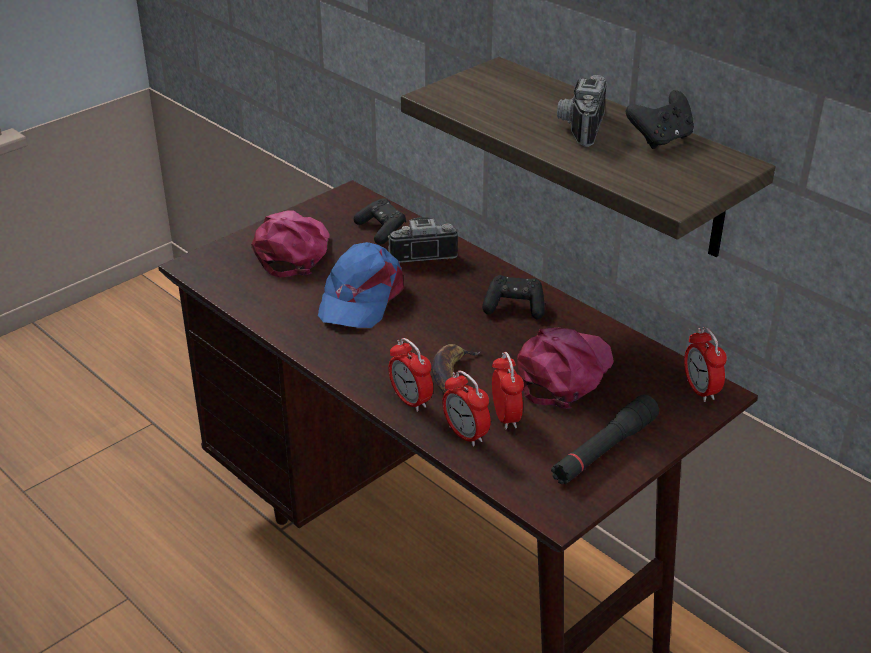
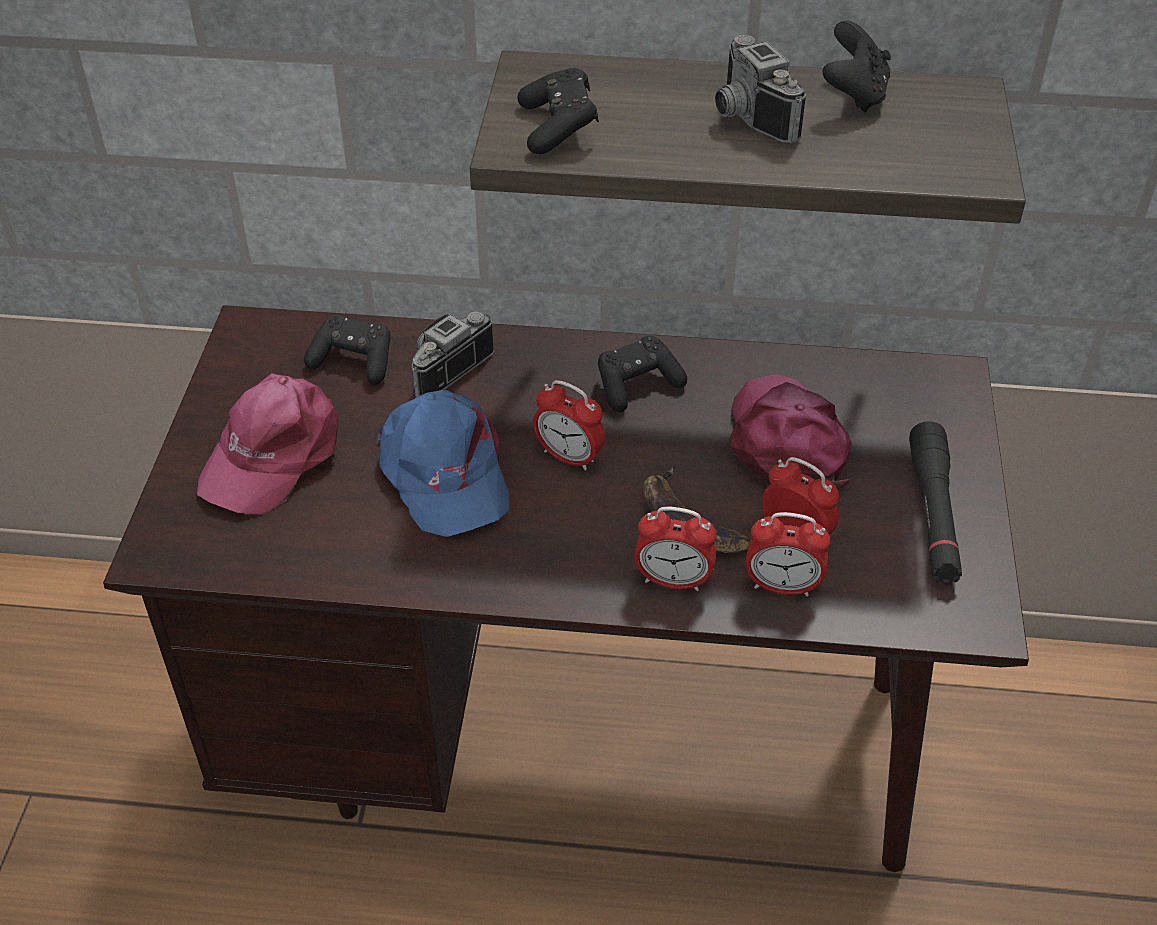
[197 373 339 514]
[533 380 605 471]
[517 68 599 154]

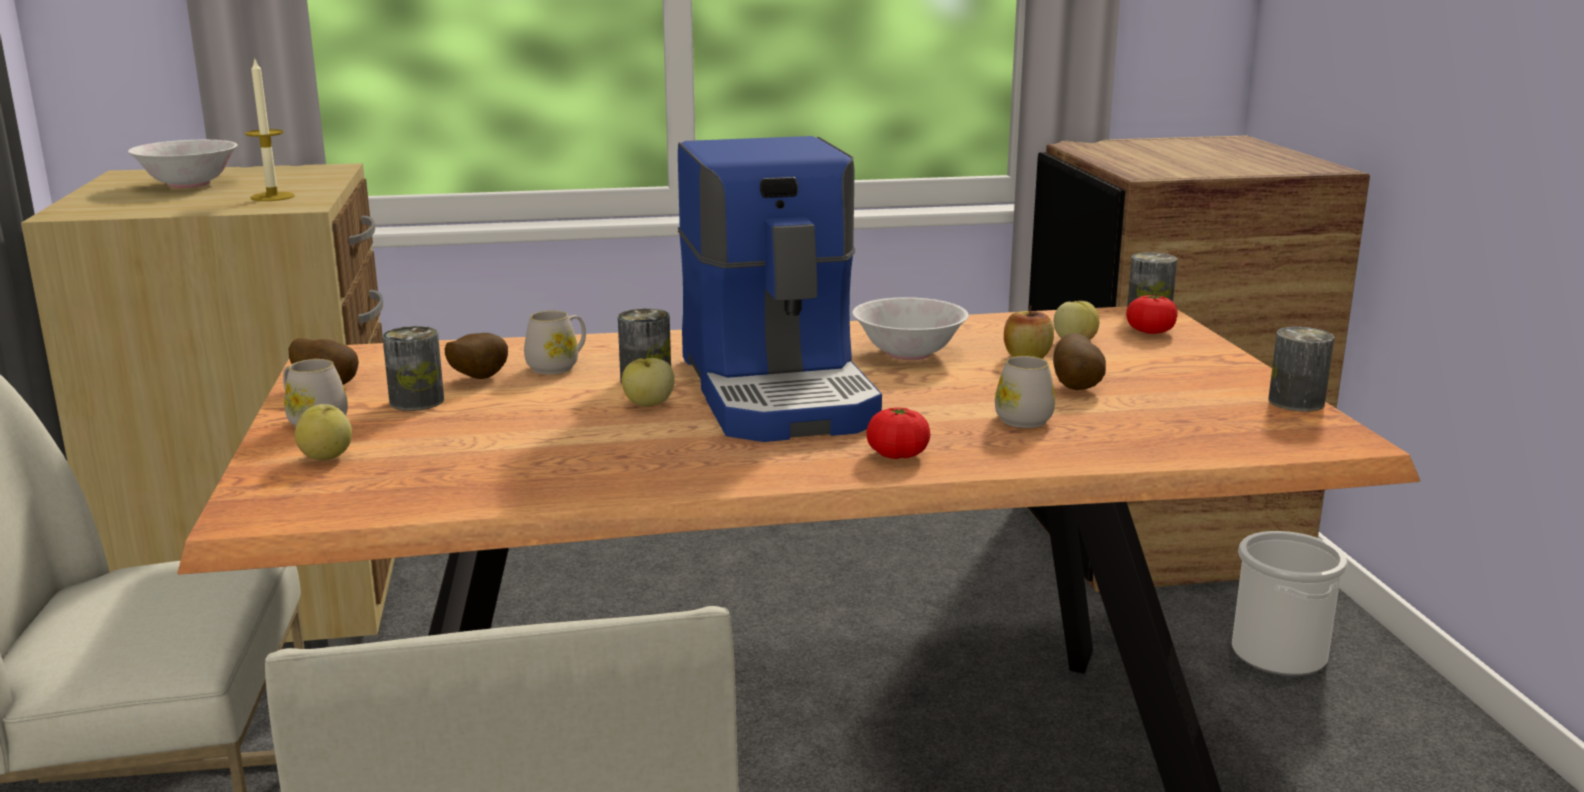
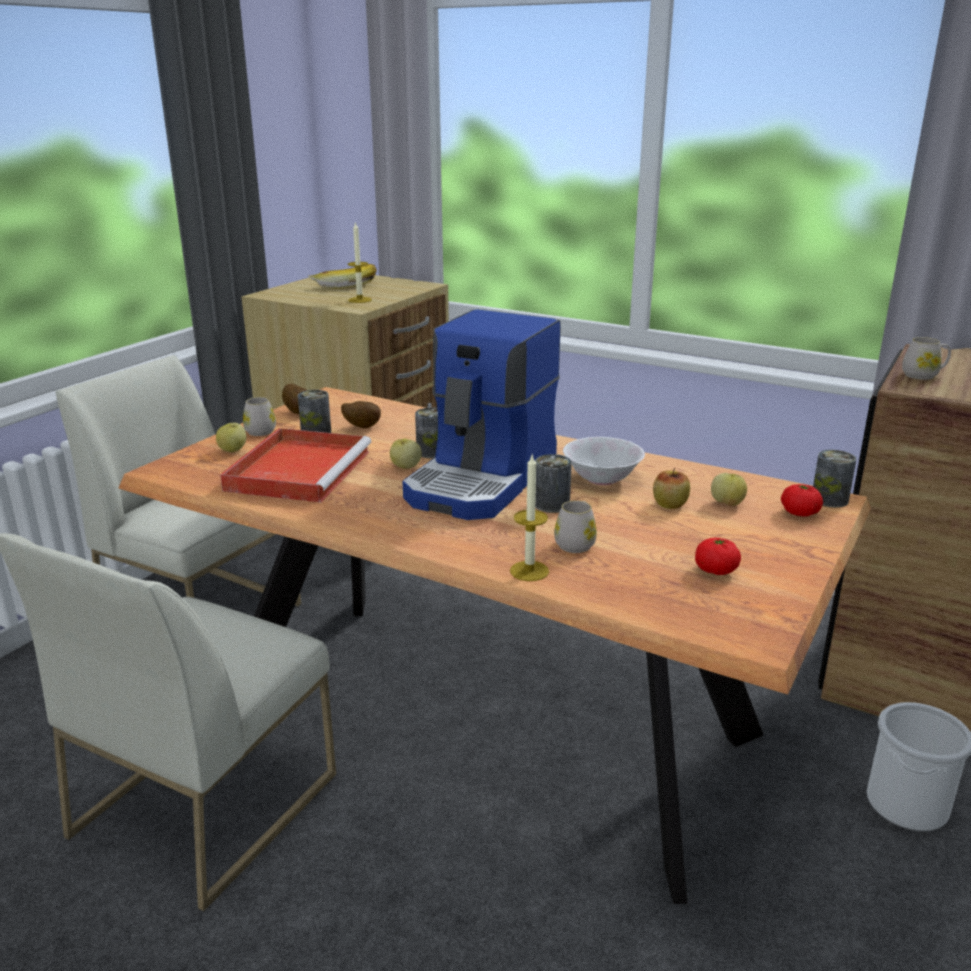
[308 264 377 289]
[902 337 951 380]
[695 538 741 575]
[1053 333 1106 390] (first image)
[535 454 572 513]
[220 428 371 503]
[510 455 549 581]

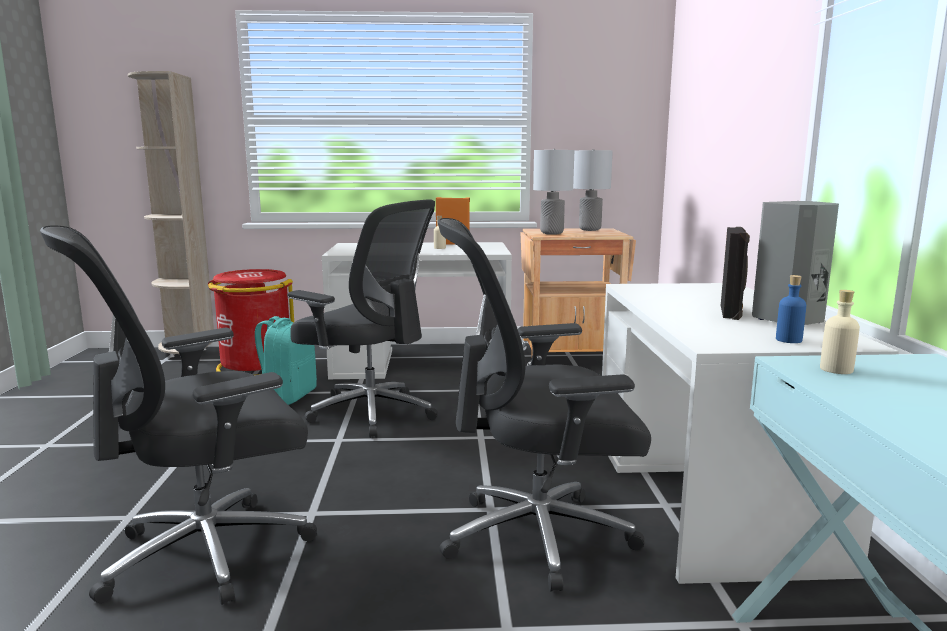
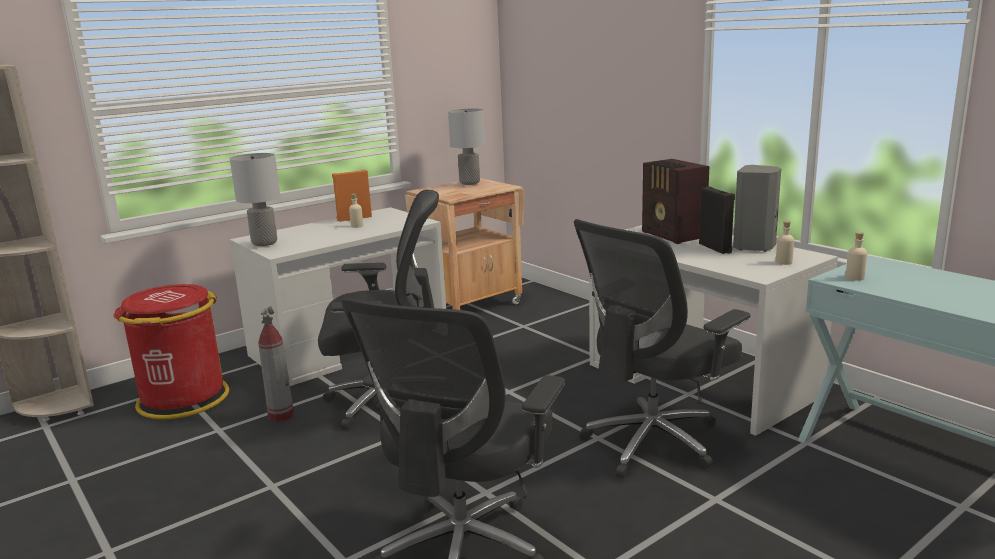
[258 306 294 422]
[230 153 281 246]
[776 221 794 265]
[642 159 709 244]

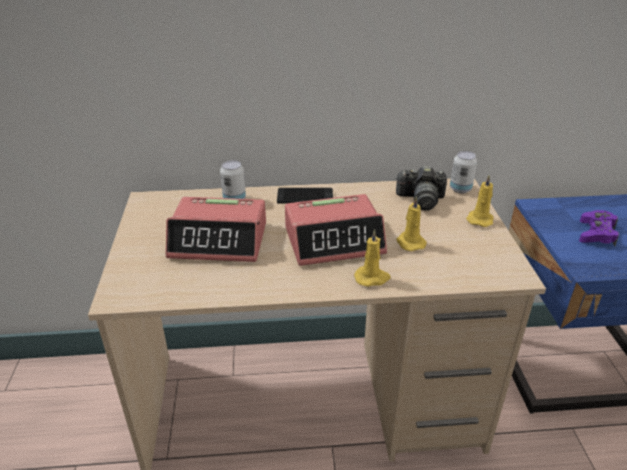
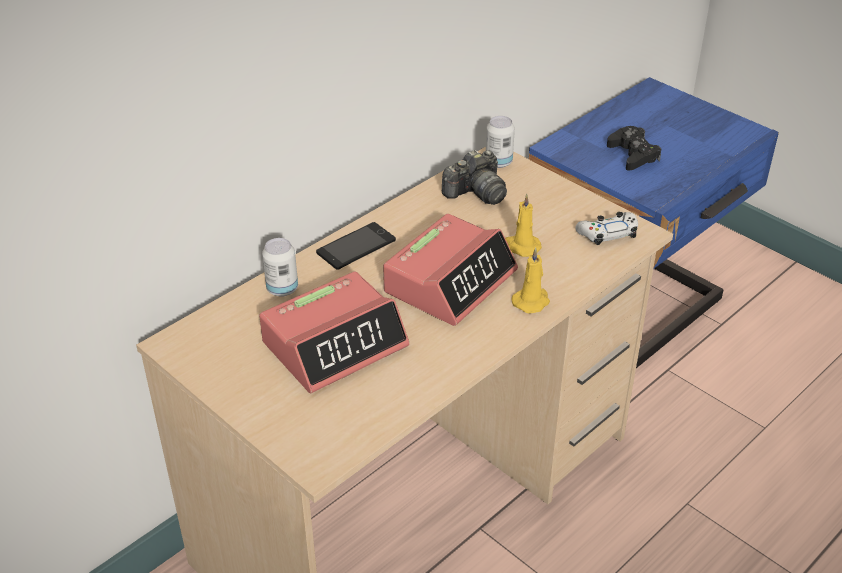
[466 175 494 227] (first image)
[607 126 661 171]
[575 212 638 245]

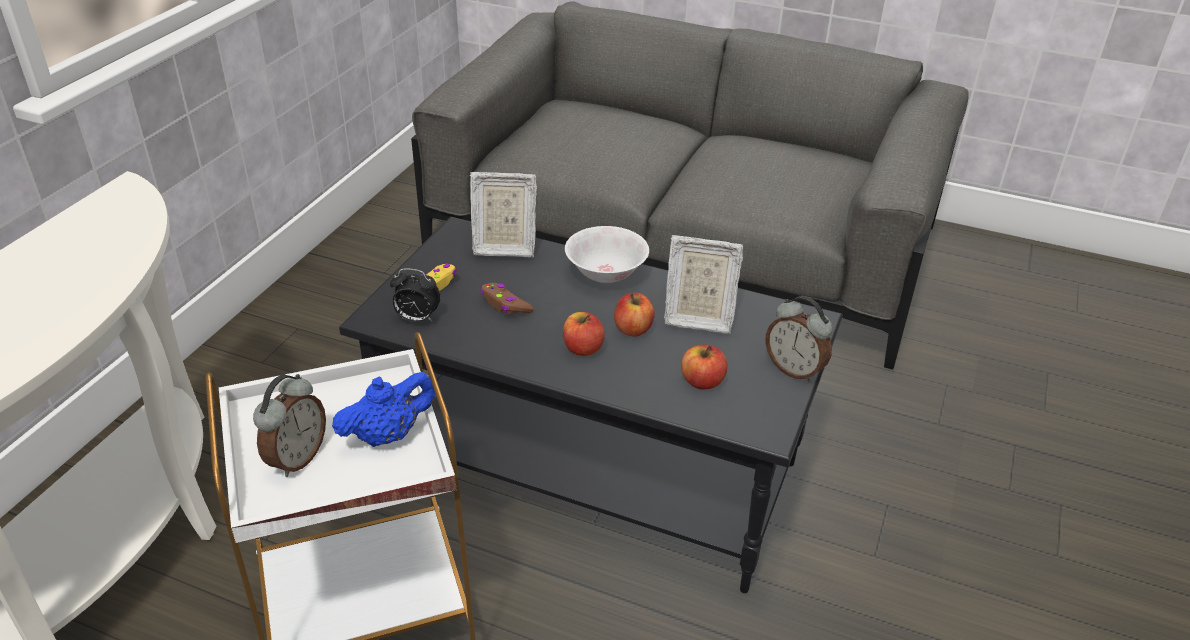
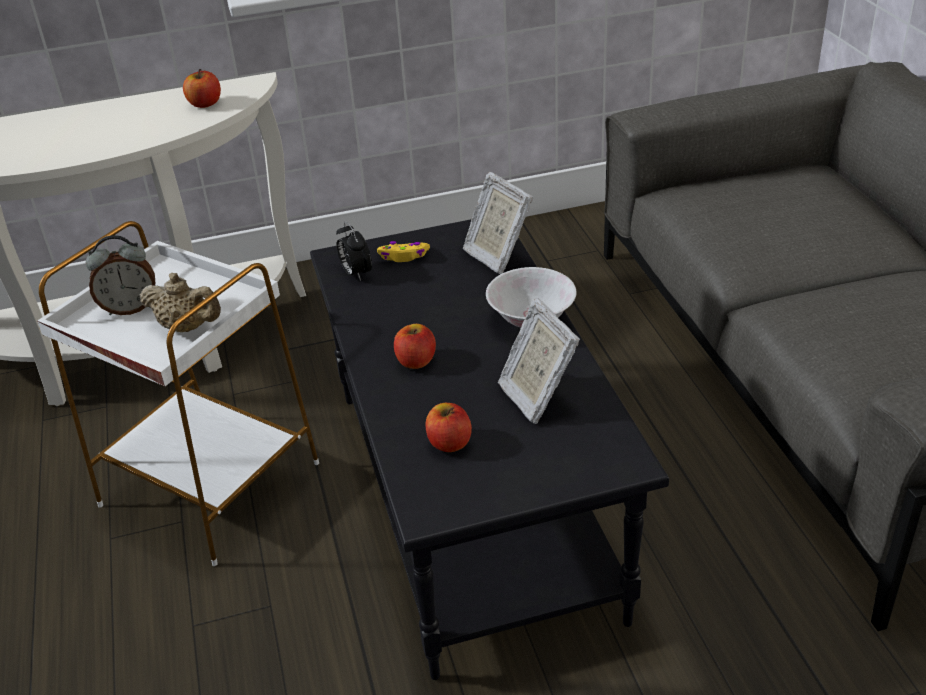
[140 273 221 332]
[480 283 534 314] (first image)
[183 69 221 108]
[765 296 833 382] (first image)

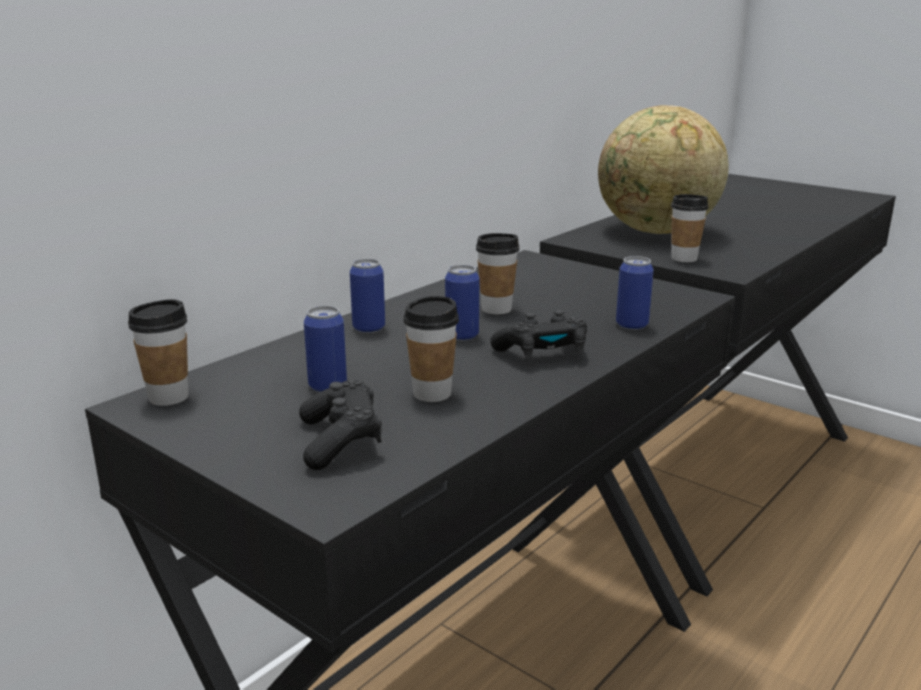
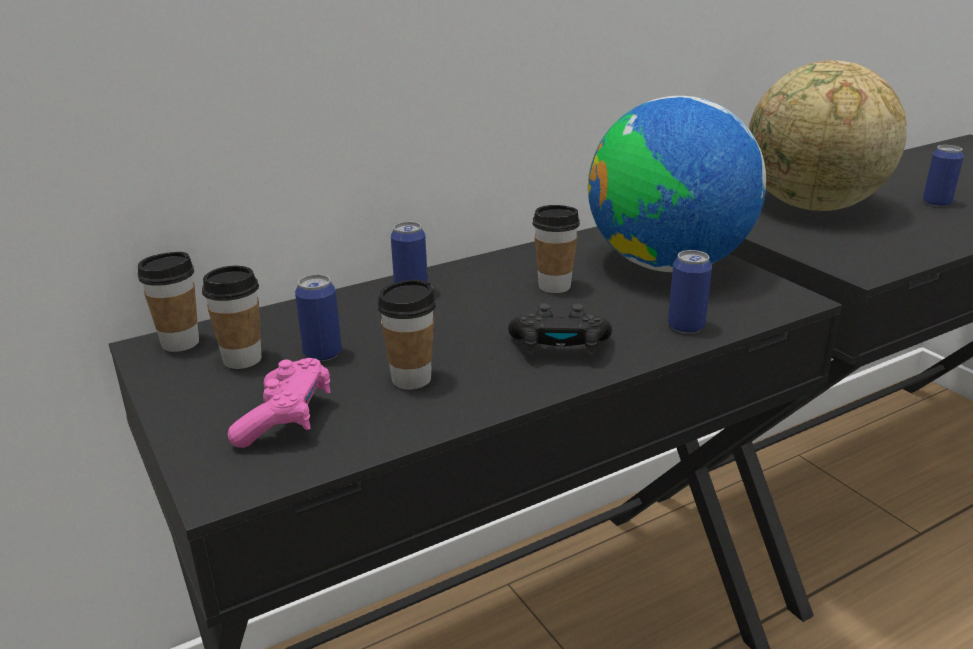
[228 358 330 448]
[923 145 964 207]
[202 266 262 369]
[588 96 766 272]

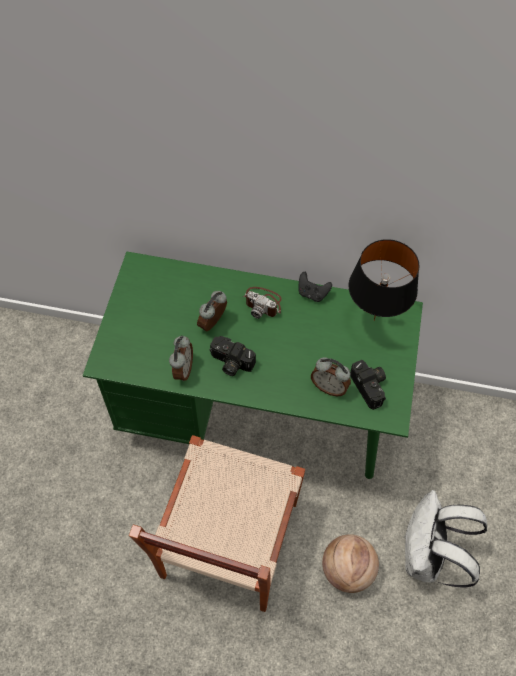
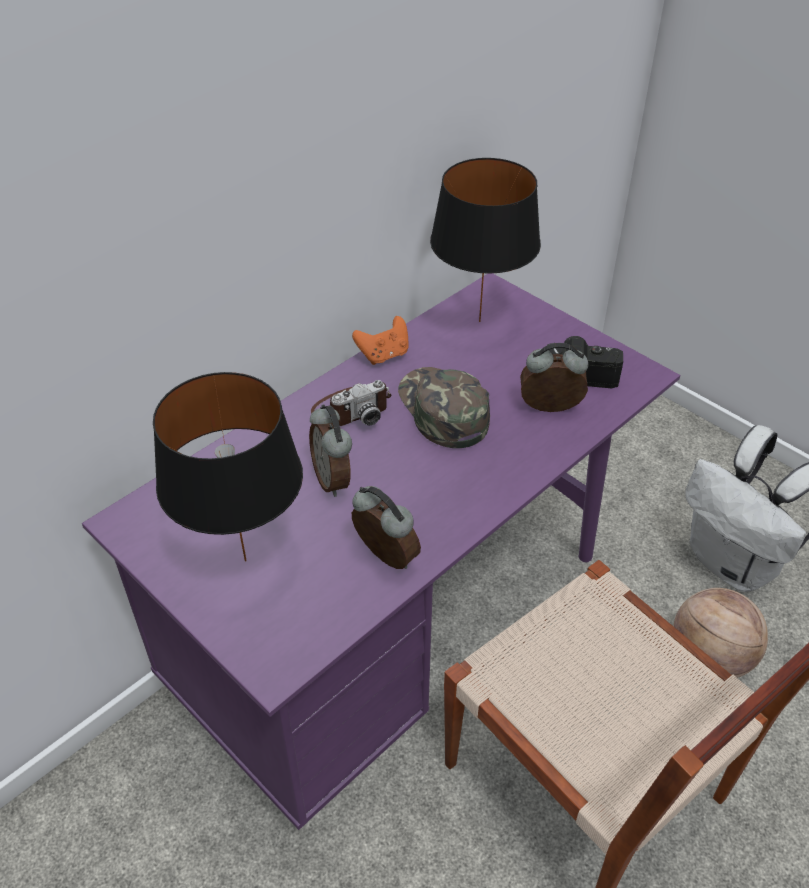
[82 273 680 830]
[210 336 256 376] (first image)
[352 316 409 365]
[520 343 588 412]
[153 372 303 561]
[398 367 490 448]

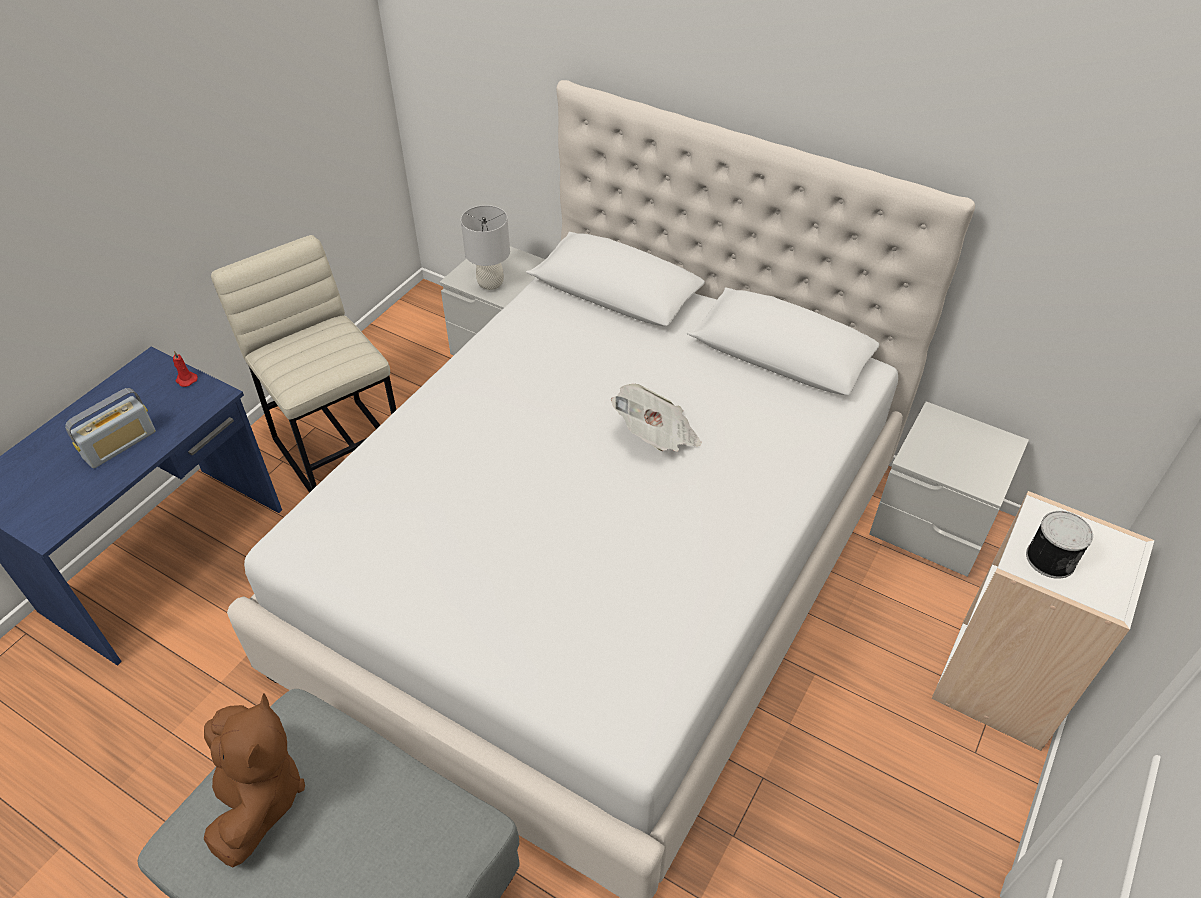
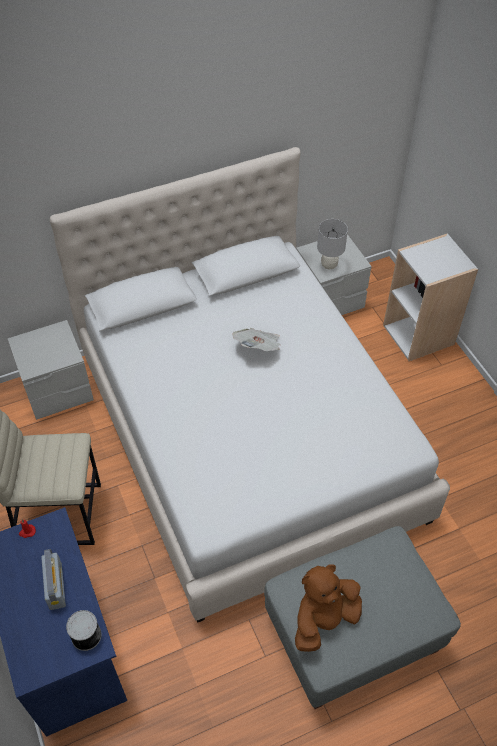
[295 564 362 652]
[317 219 348 269]
[66 610 102 651]

